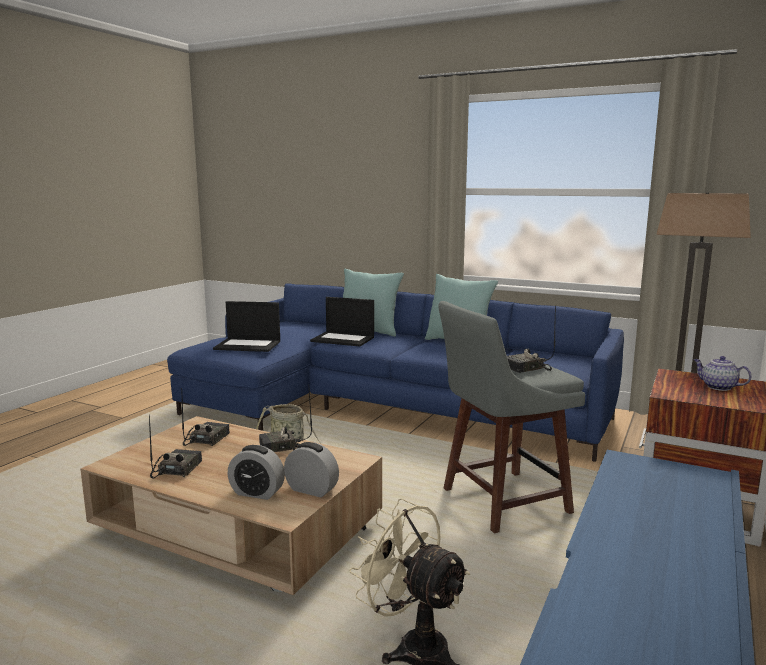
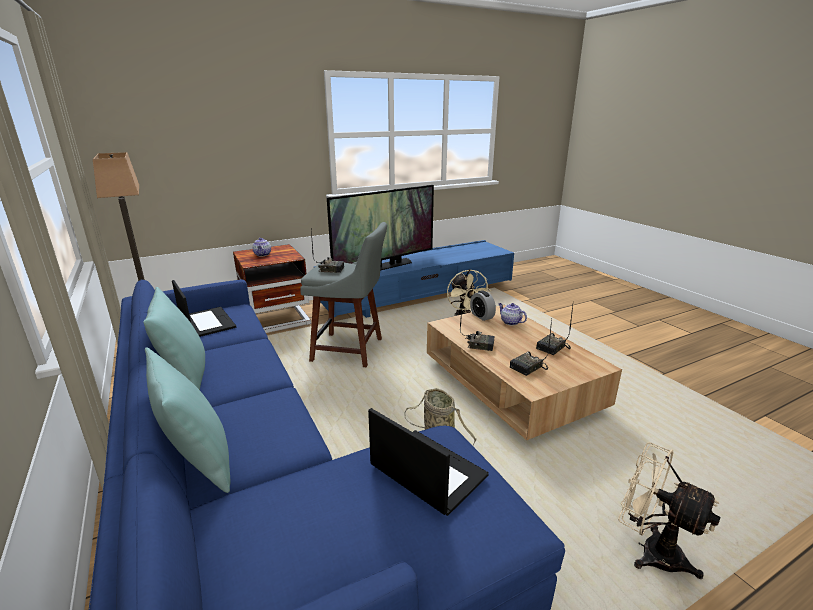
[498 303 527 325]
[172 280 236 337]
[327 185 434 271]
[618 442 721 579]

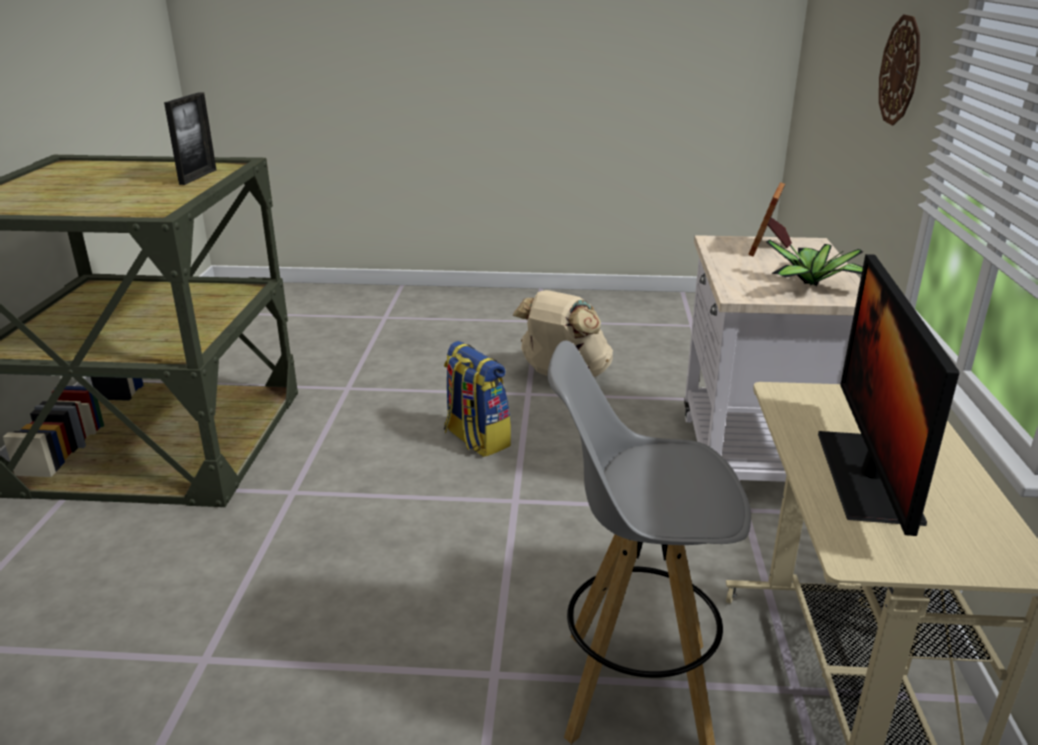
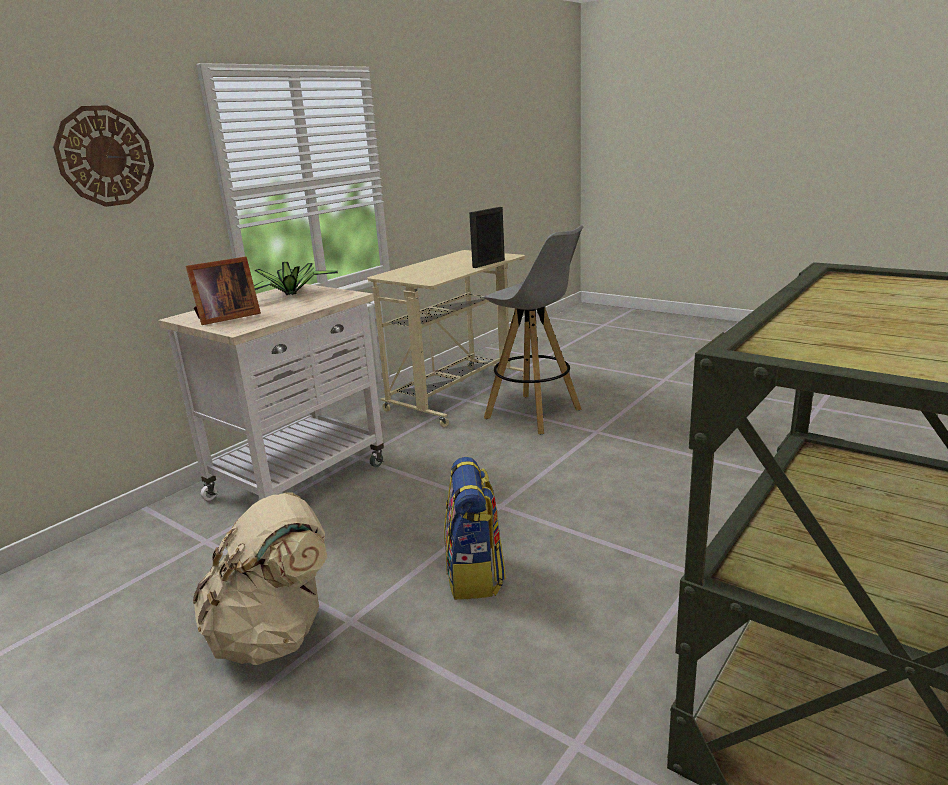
[469 207 505 268]
[818 254 959 536] (first image)

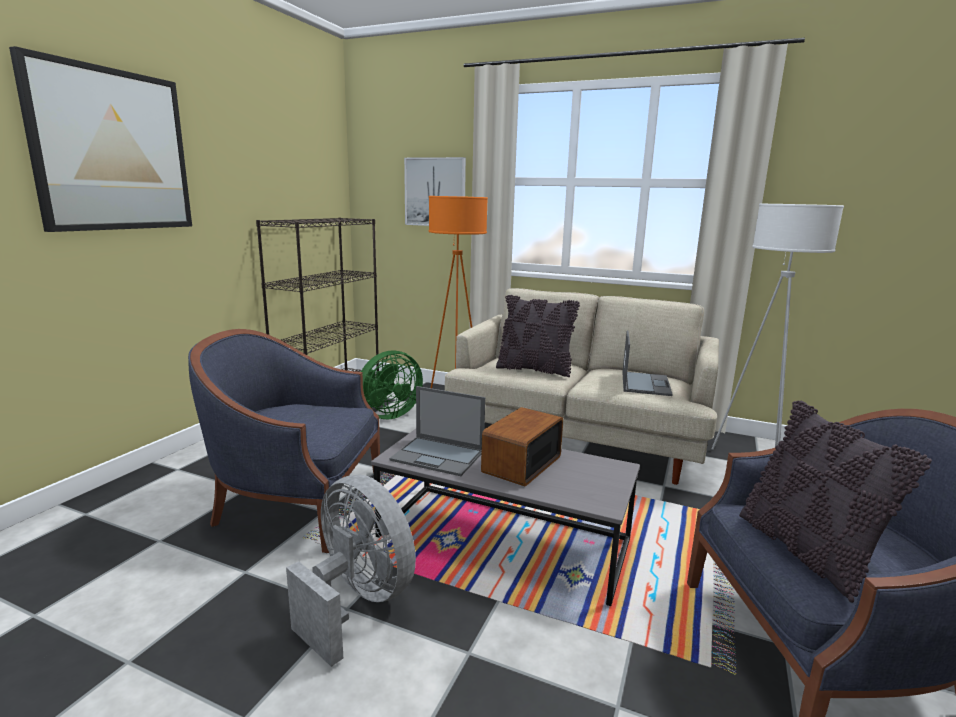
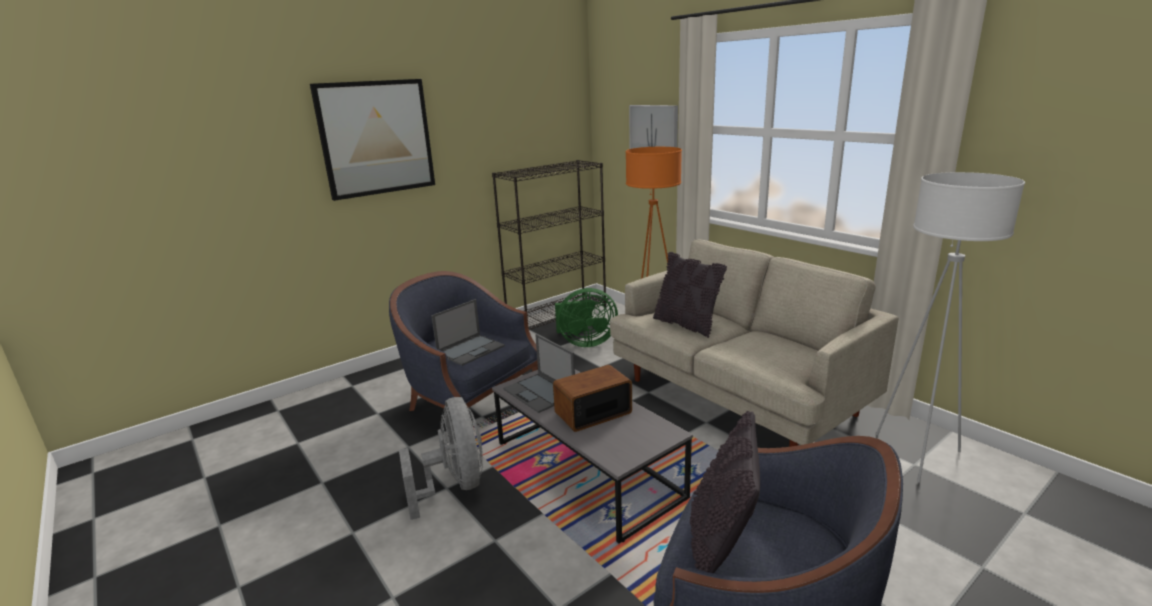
[431 299 505 366]

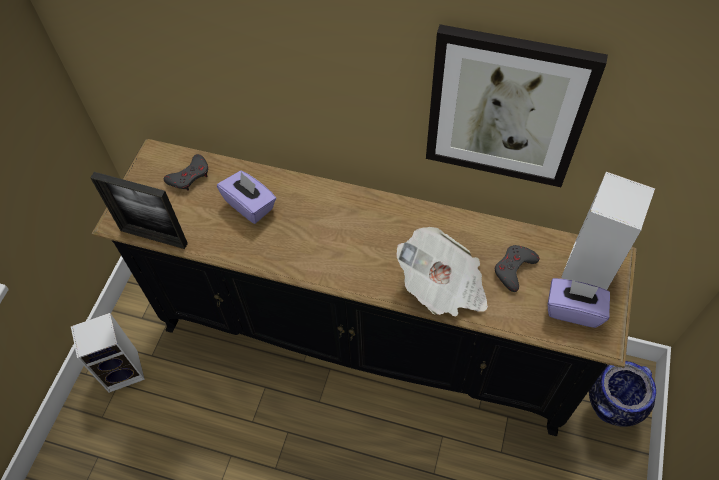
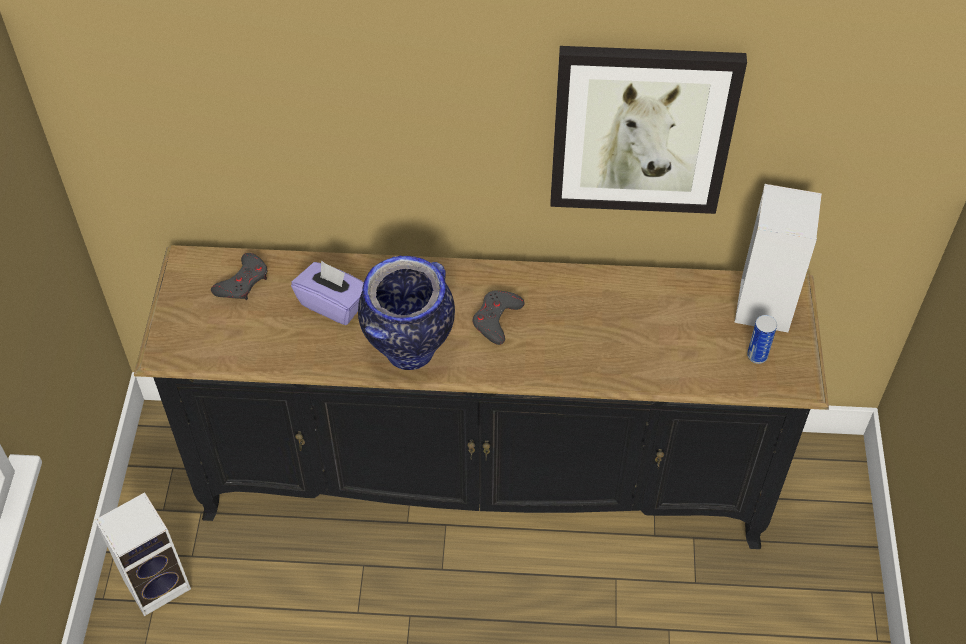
[90 172 188 249] (first image)
[396 227 488 317] (first image)
[473 291 525 345]
[747 315 777 364]
[358 256 455 370]

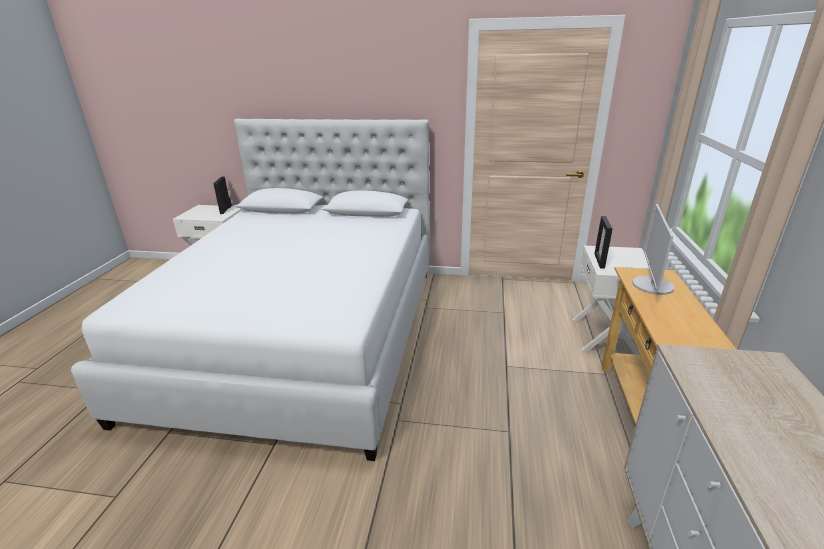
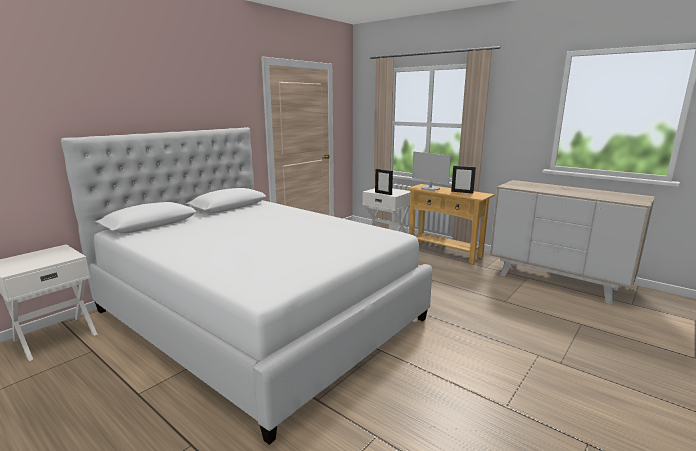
[451 166 476 194]

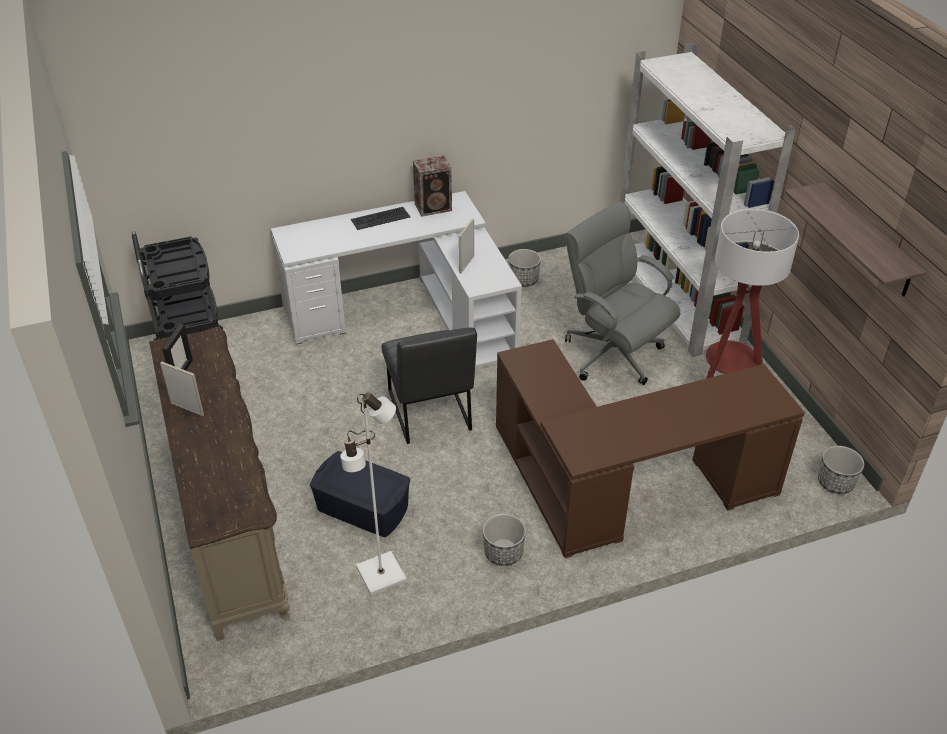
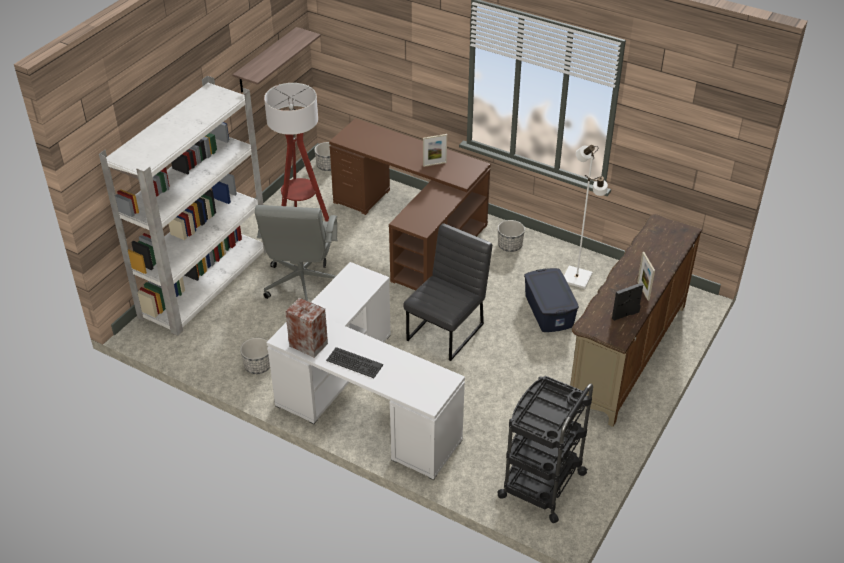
[423 134 447 167]

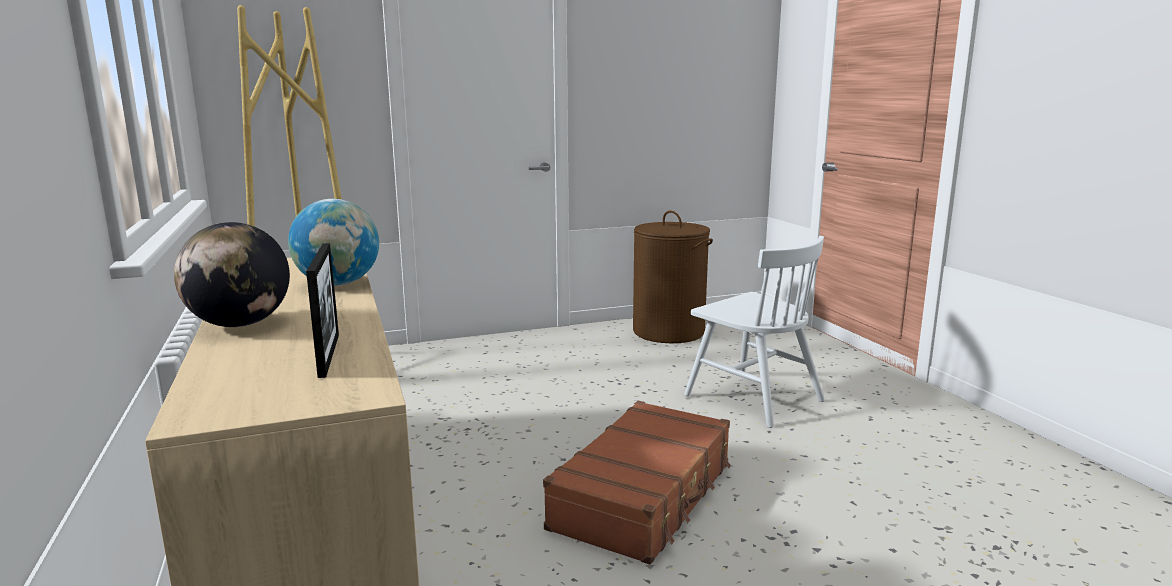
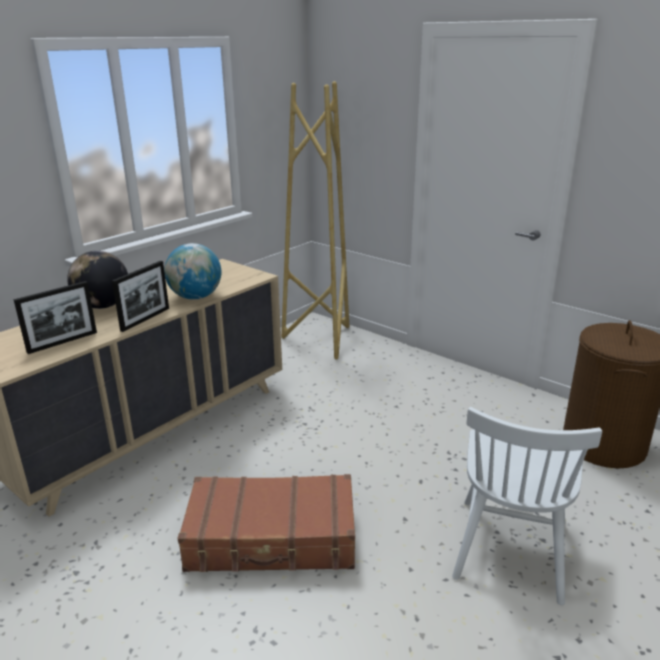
[112 261 169 332]

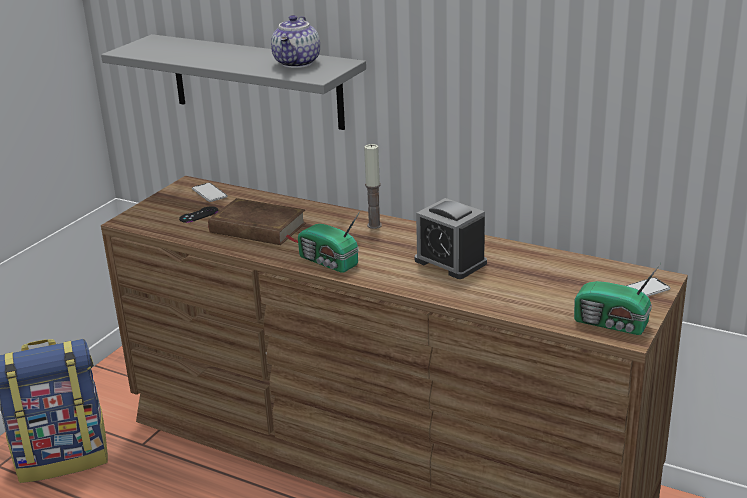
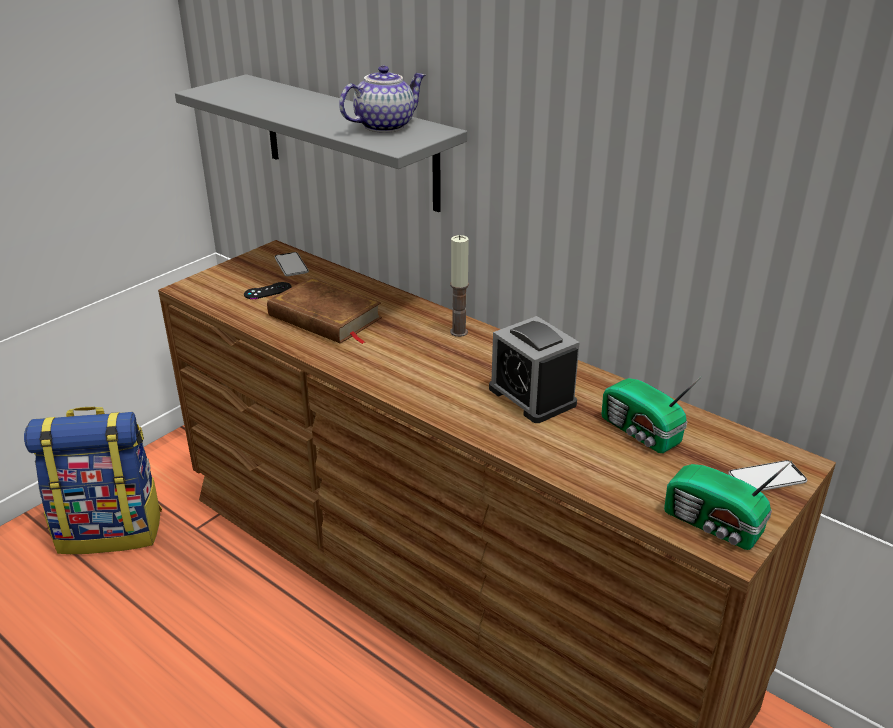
[339 66 425 133]
[602 377 701 453]

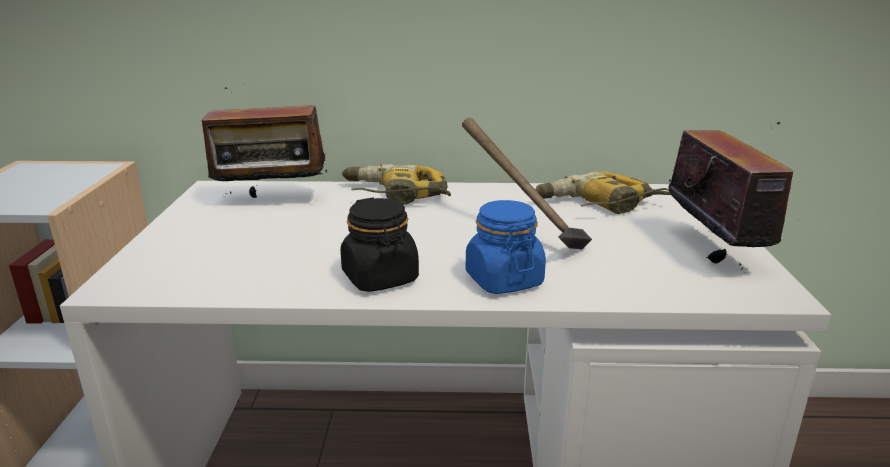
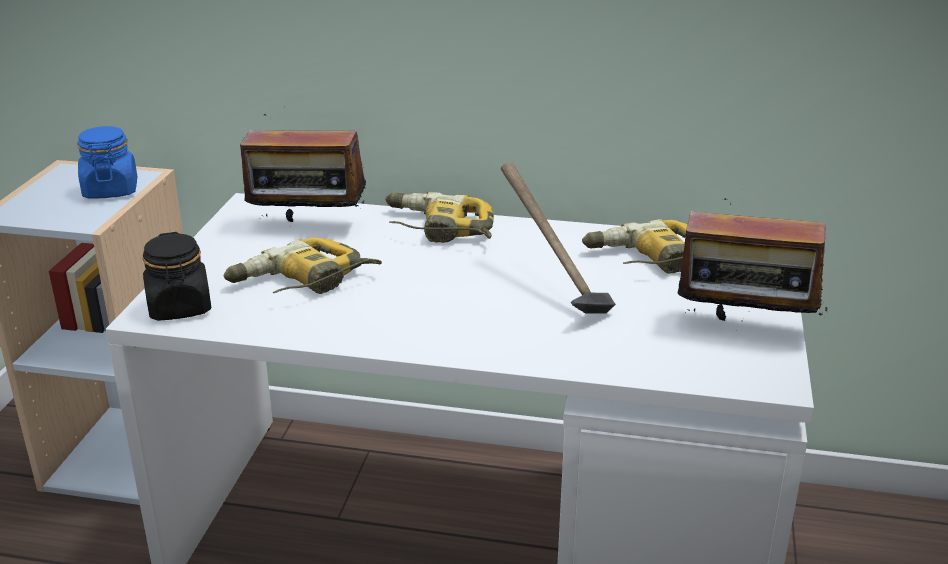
[142 232 211 321]
[77 126 137 199]
[677 198 828 321]
[224 237 382 294]

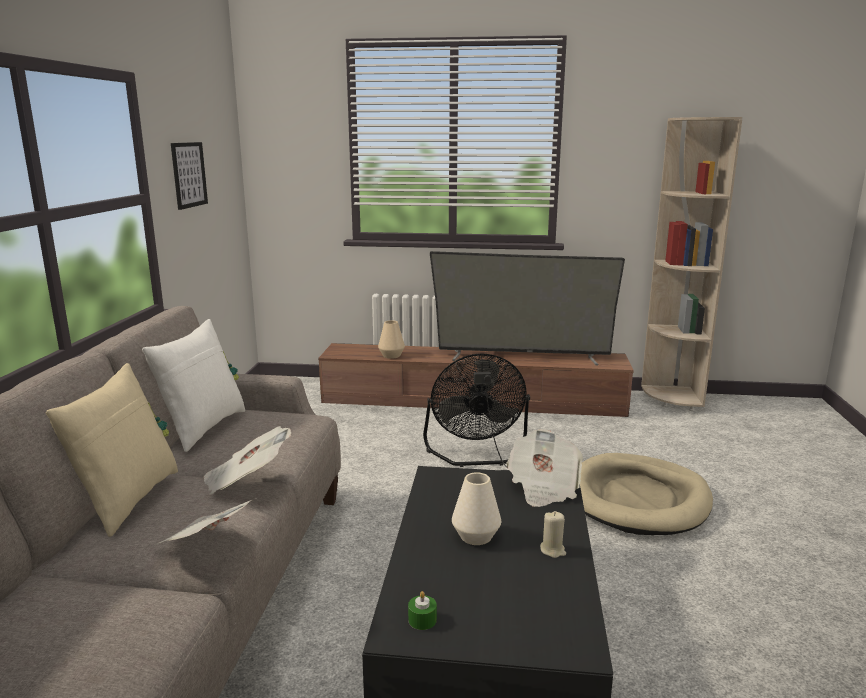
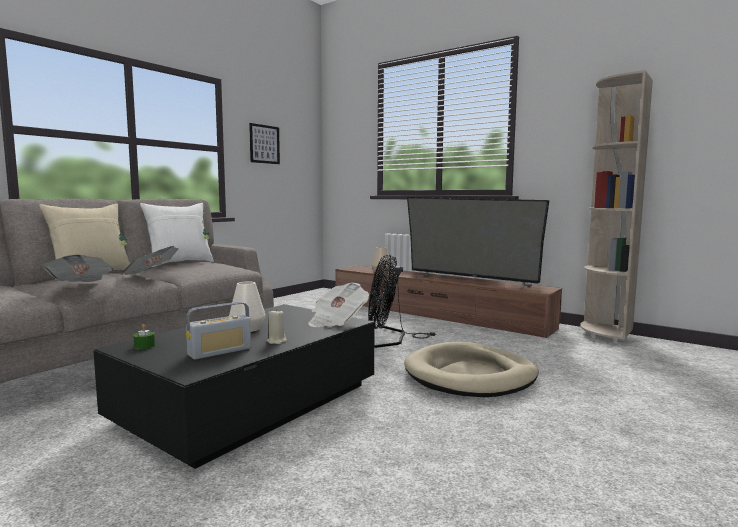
[368 254 437 348]
[186 302 251 360]

